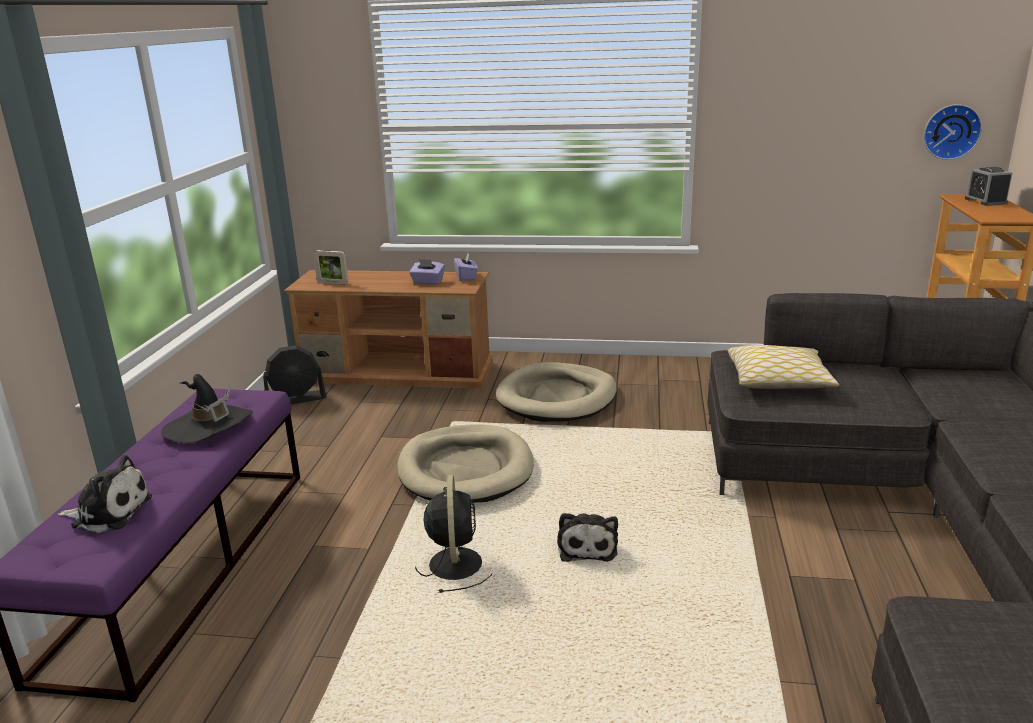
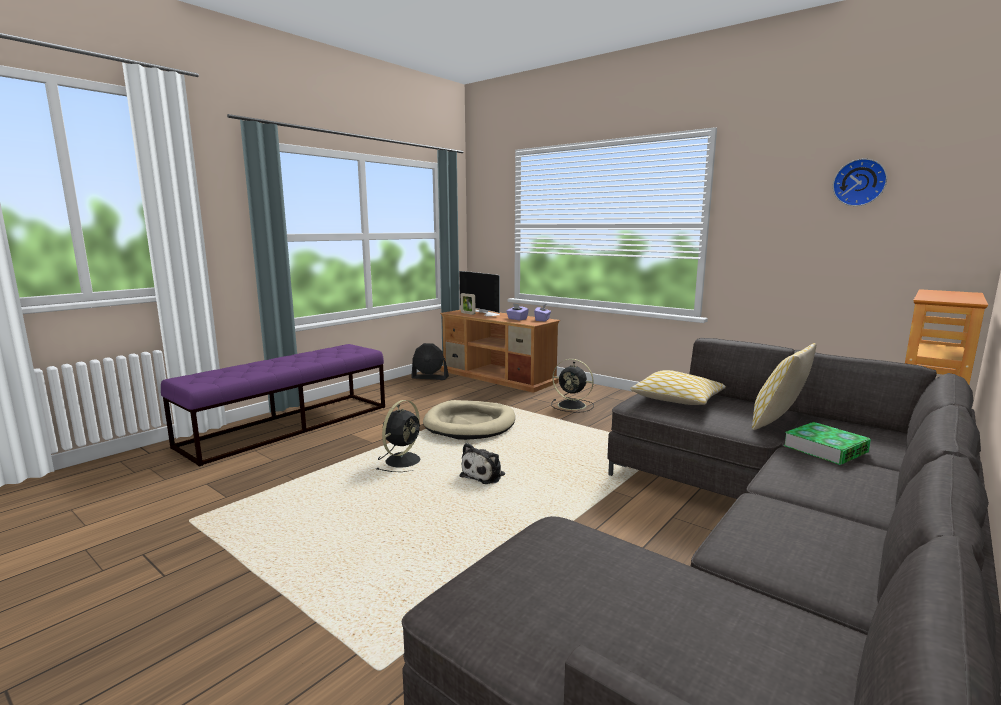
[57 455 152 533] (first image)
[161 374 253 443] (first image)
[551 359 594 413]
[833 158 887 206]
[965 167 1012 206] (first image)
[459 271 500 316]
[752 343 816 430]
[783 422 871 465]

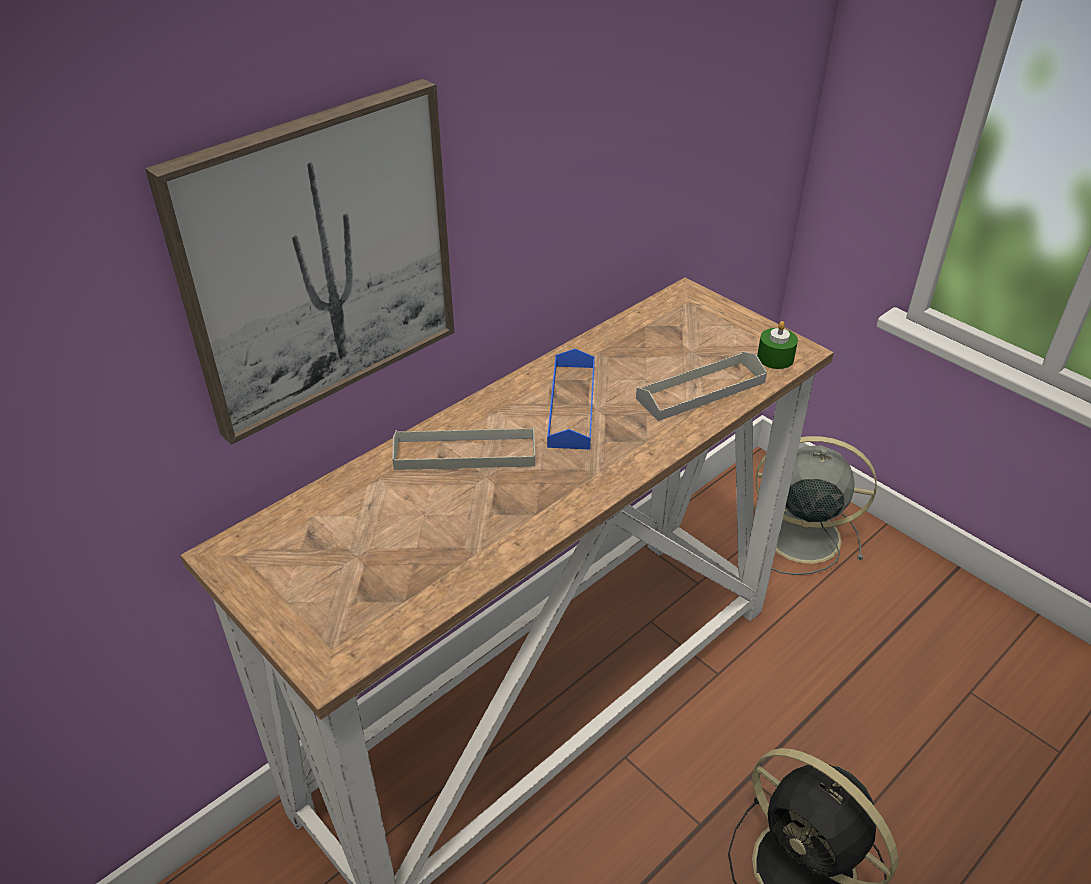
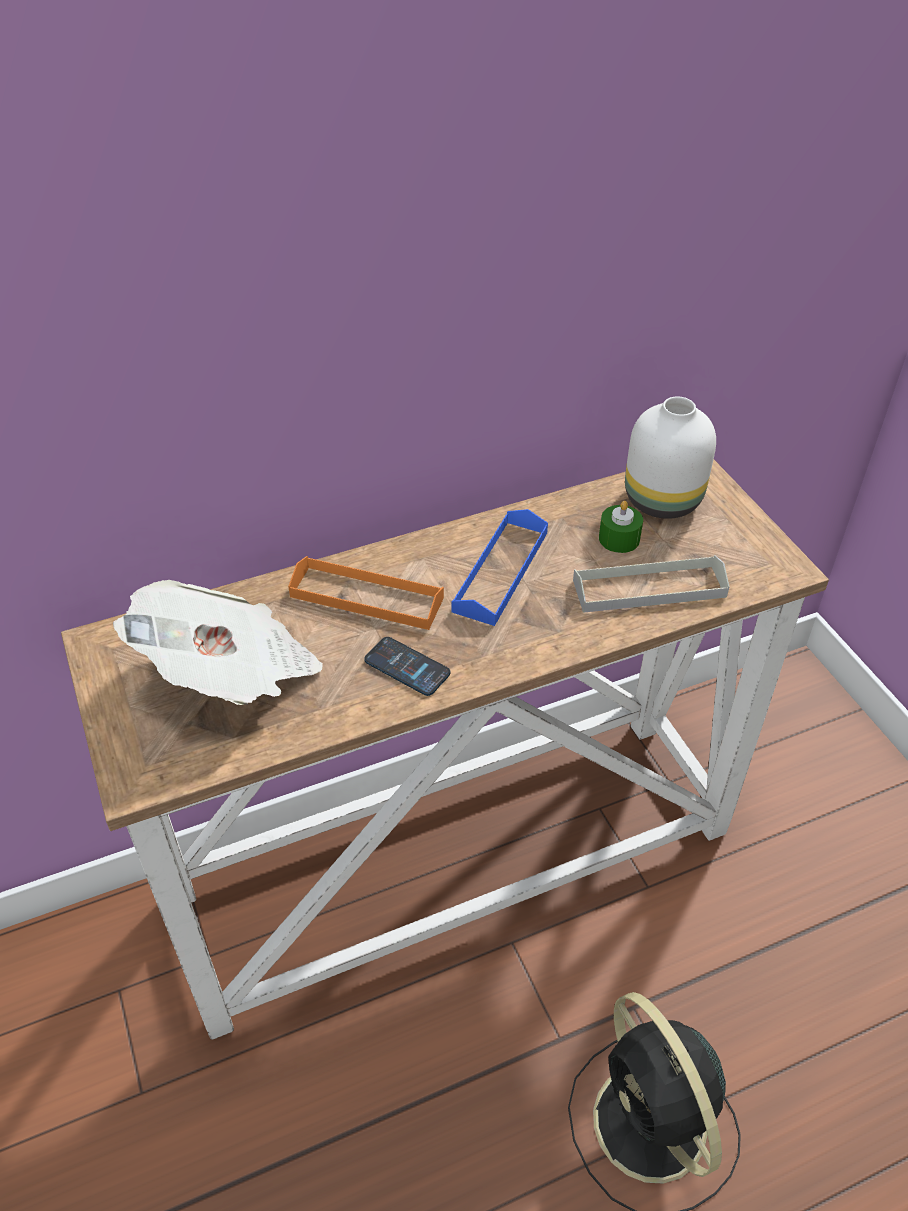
[145 79 454 445] (first image)
[288 556 444 630]
[753 436 877 575] (first image)
[599 501 643 553]
[113 580 323 705]
[364 637 450 696]
[625 397 716 519]

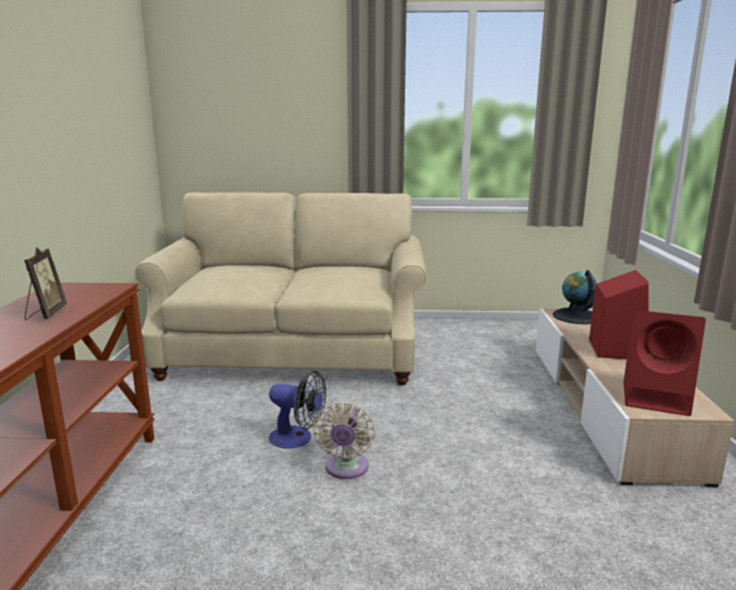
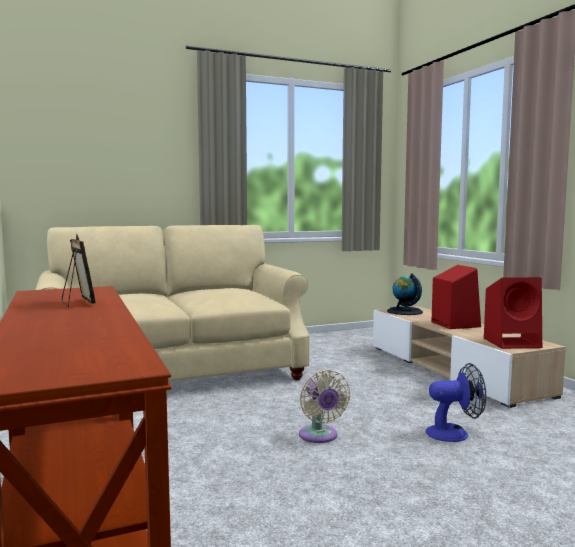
[426 363 486 442]

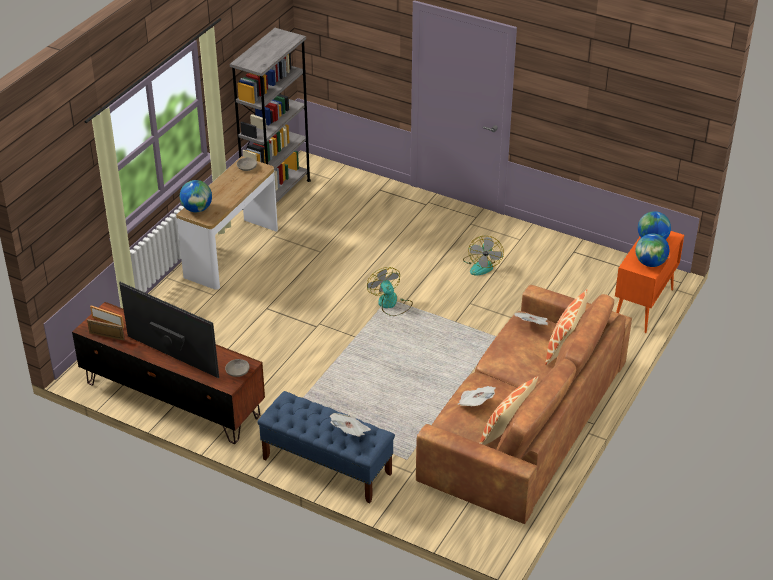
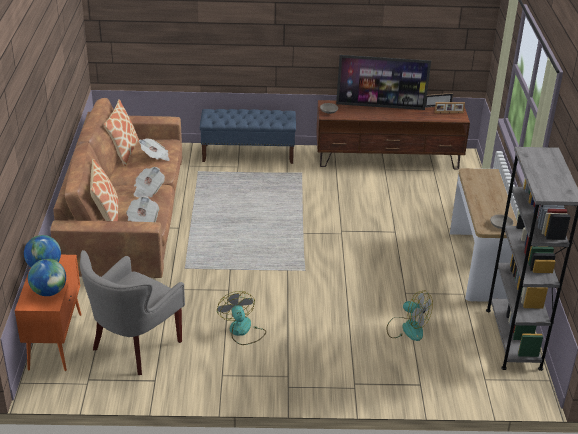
[180 180 212 212] (first image)
[134 167 165 198]
[387 290 433 341]
[80 250 185 375]

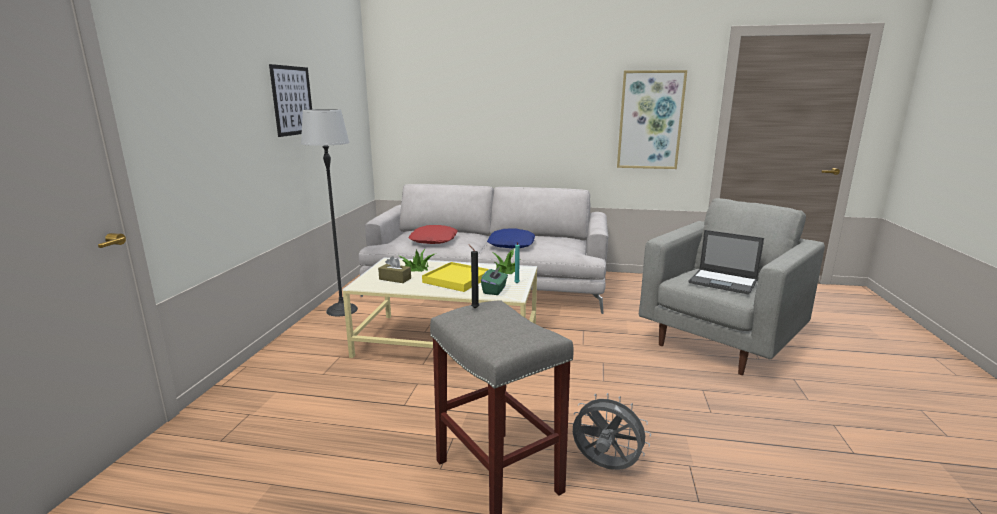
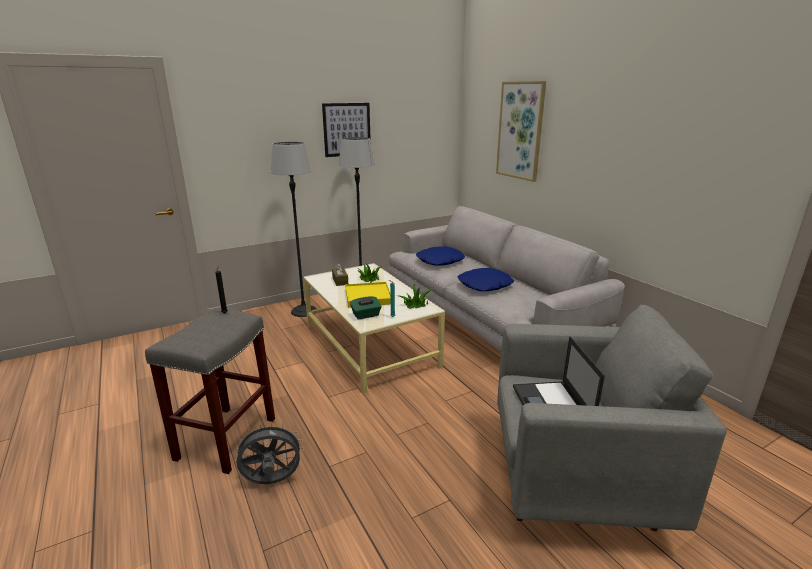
[416 246 465 266]
[233 422 304 484]
[496 81 546 182]
[271 142 316 317]

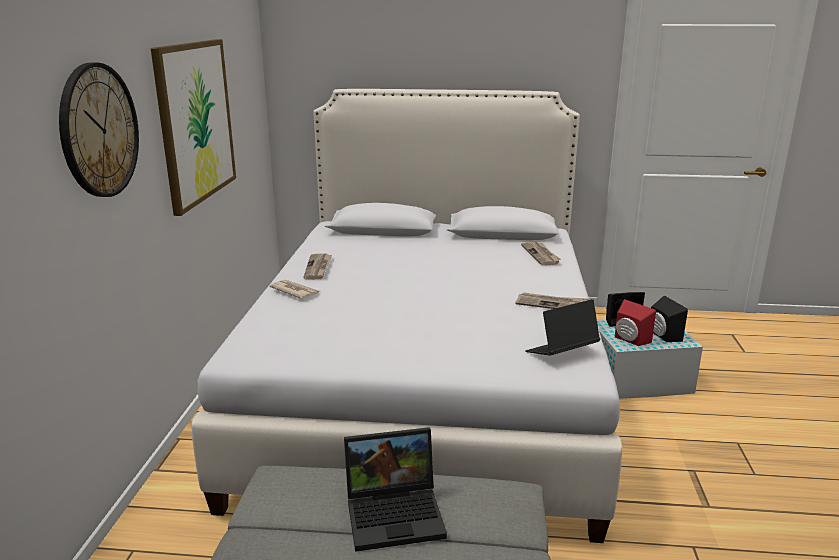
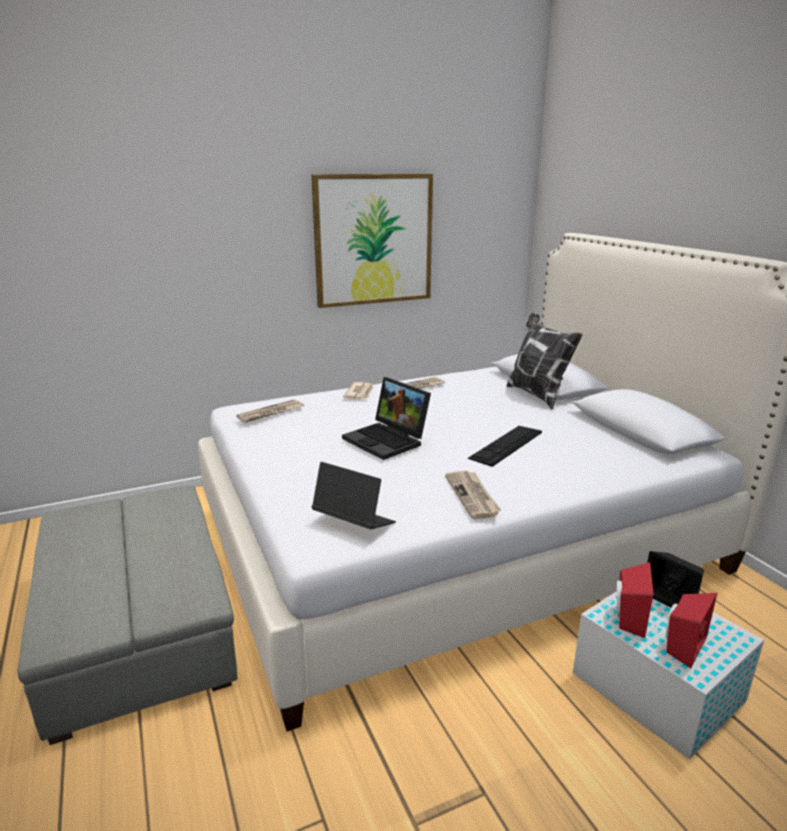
[59 63 139 197] (first image)
[342 377 431 460]
[236 399 304 423]
[666 593 717 668]
[468 426 542 467]
[507 313 583 410]

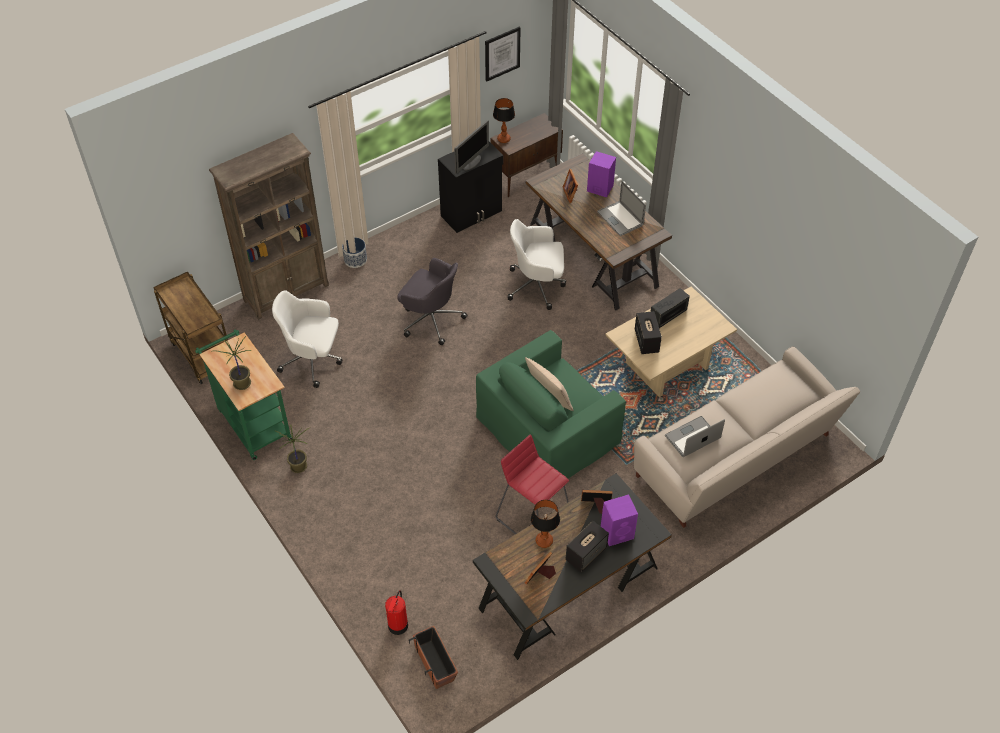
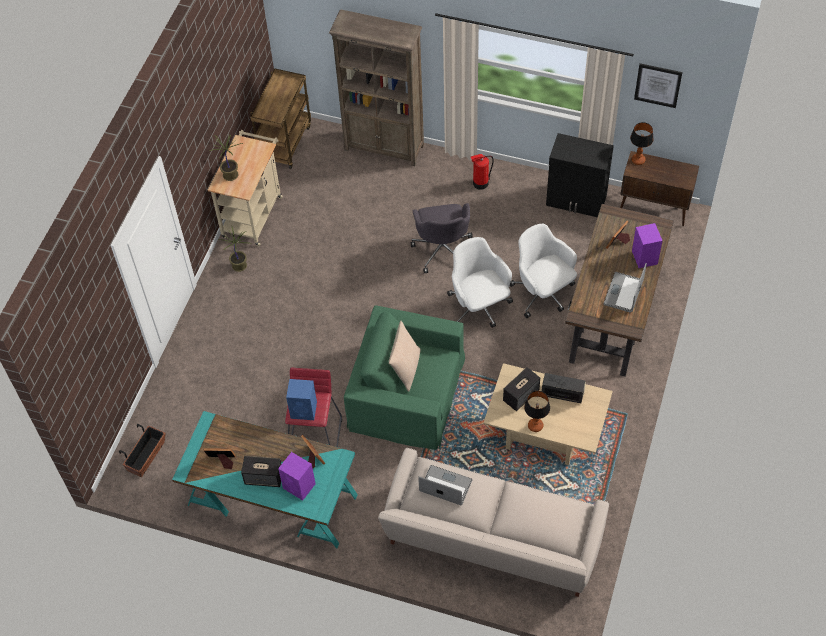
[208 130 283 246]
[447 237 513 328]
[342 237 367 268] (first image)
[471 154 494 190]
[454 120 489 174] (first image)
[172 411 358 548]
[524 391 550 432]
[286 379 317 420]

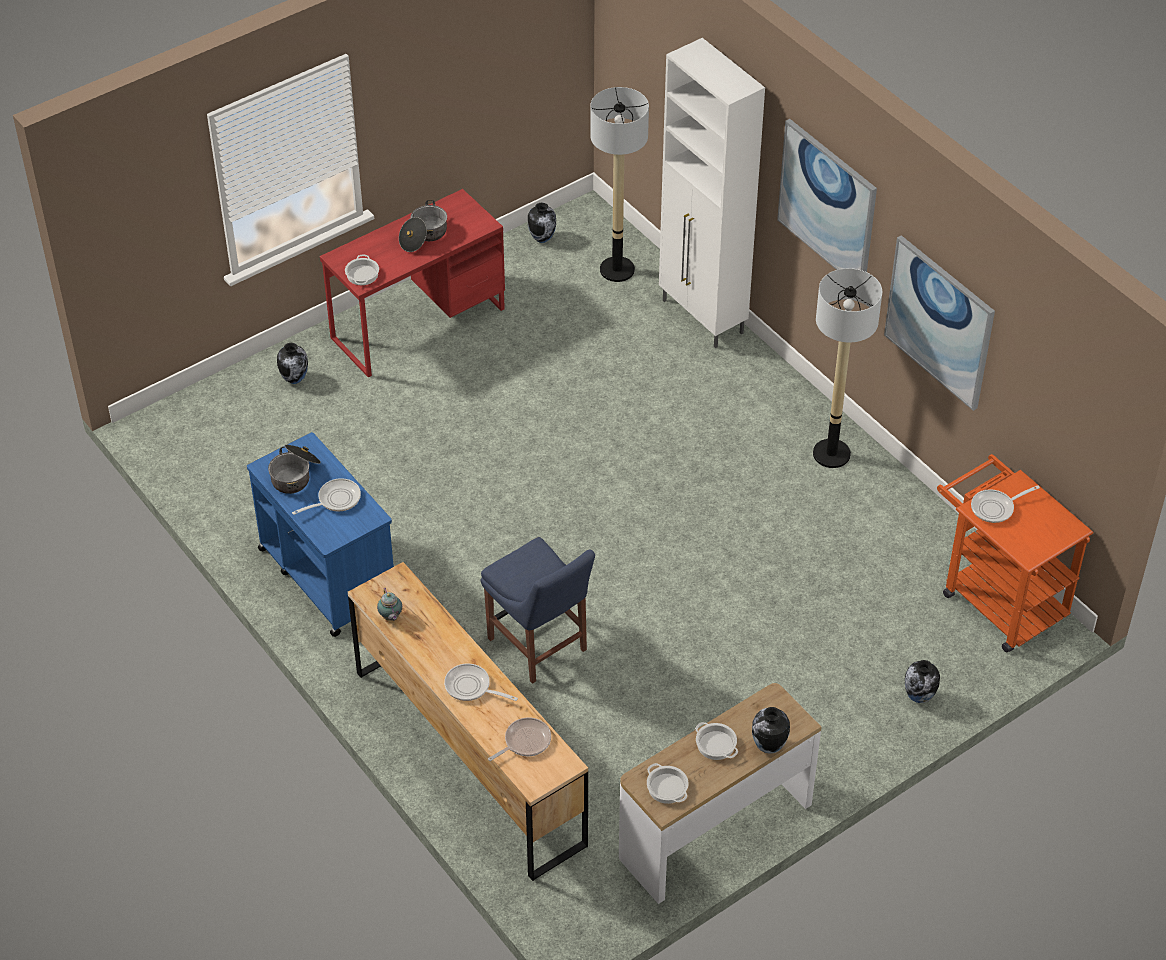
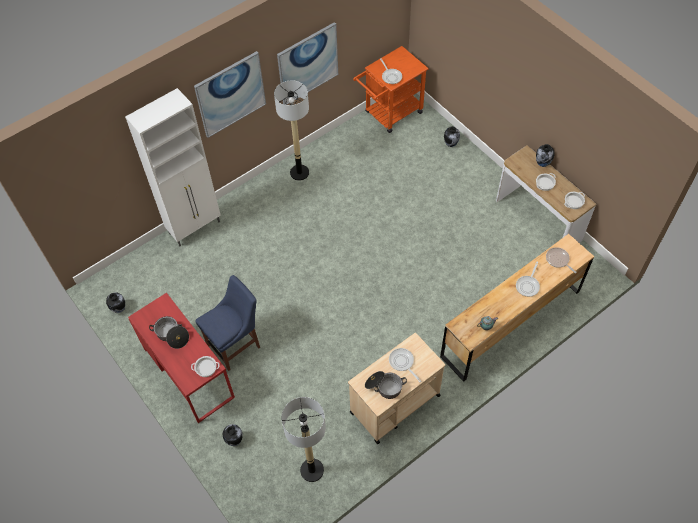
[348 333 445 444]
[195 275 260 371]
[281 397 326 482]

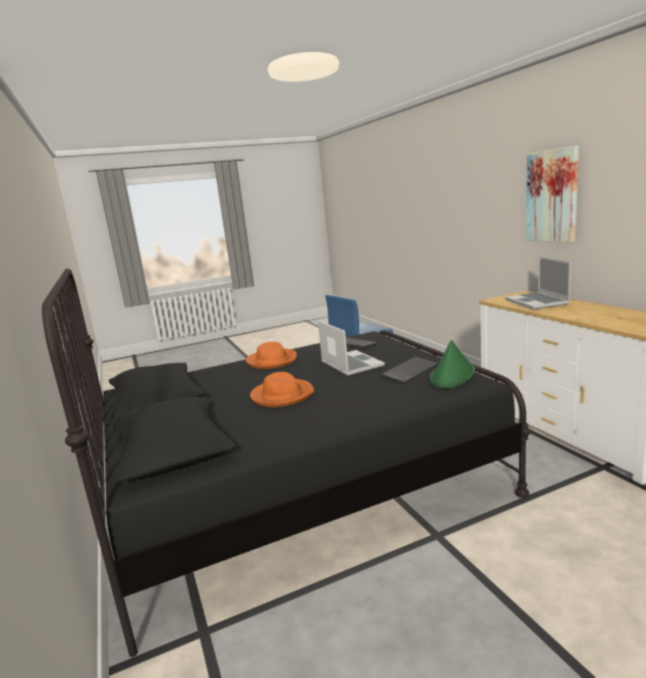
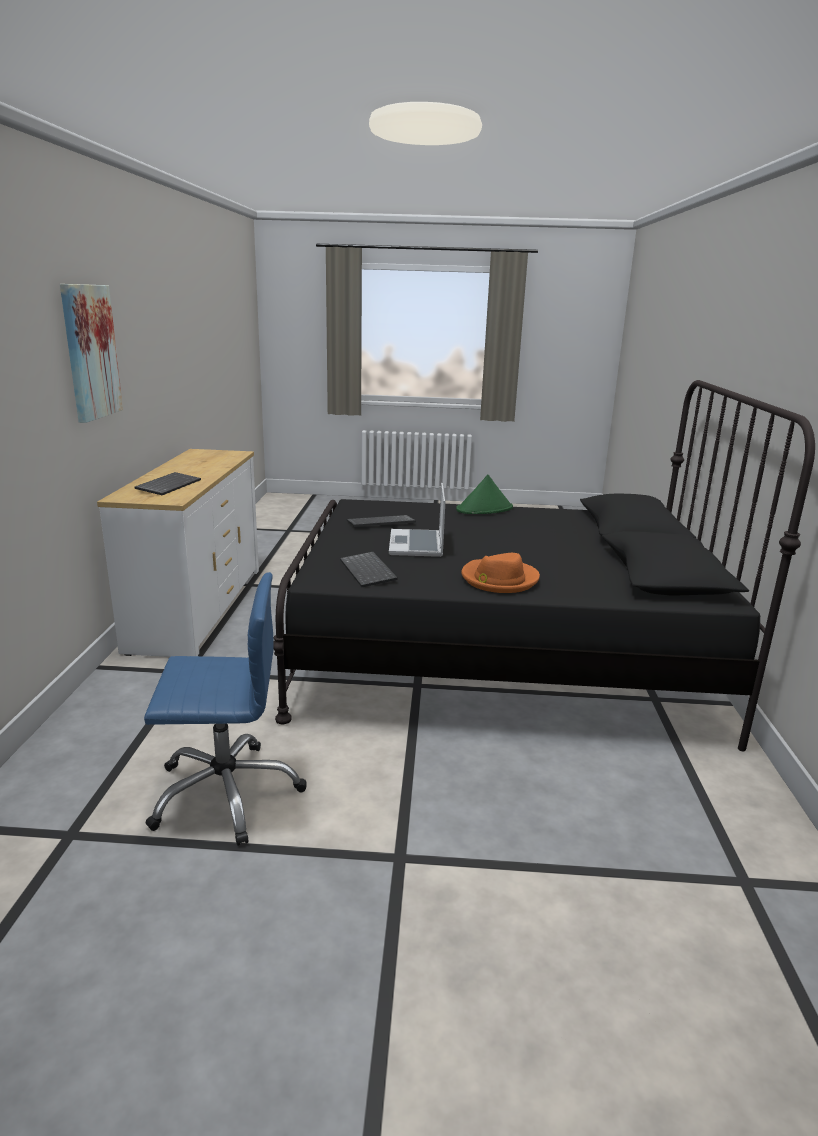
[250 372 314 407] (first image)
[456 475 513 514]
[134 472 201 495]

